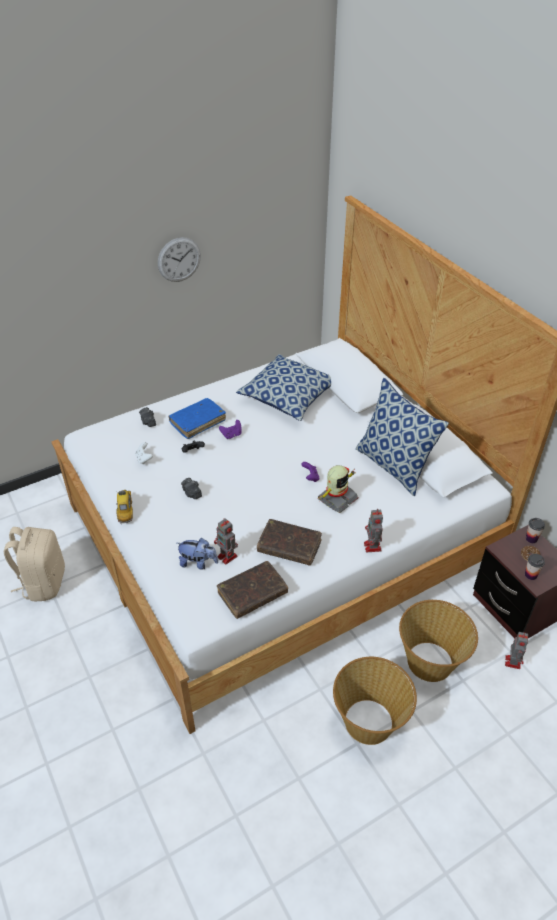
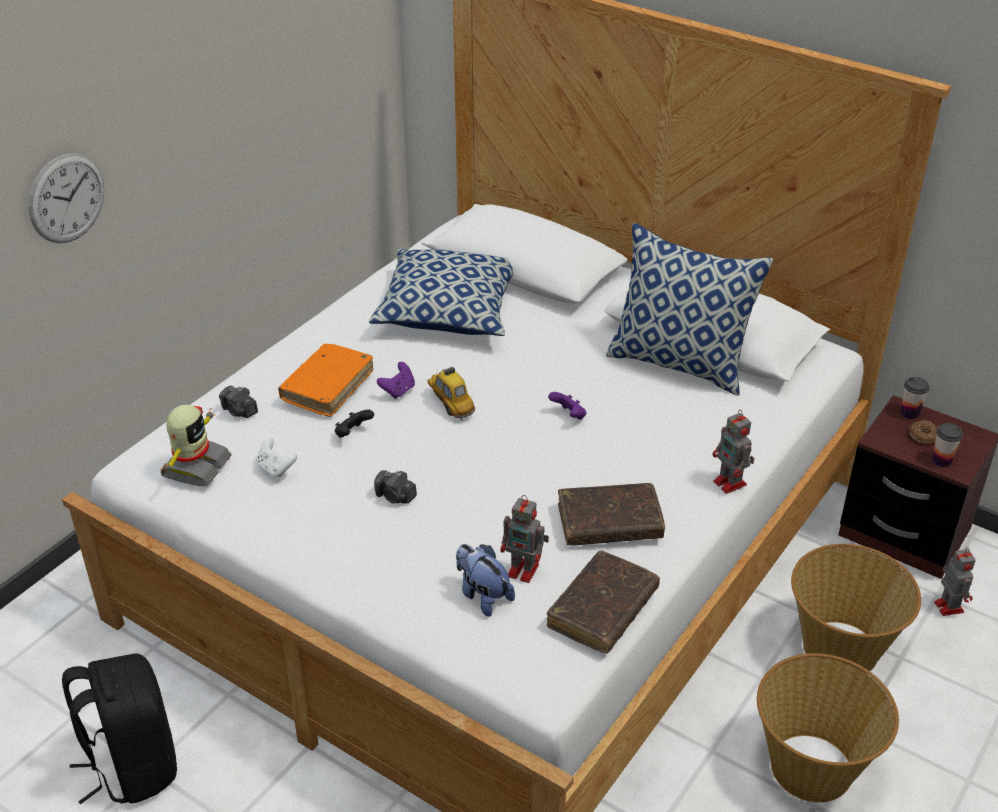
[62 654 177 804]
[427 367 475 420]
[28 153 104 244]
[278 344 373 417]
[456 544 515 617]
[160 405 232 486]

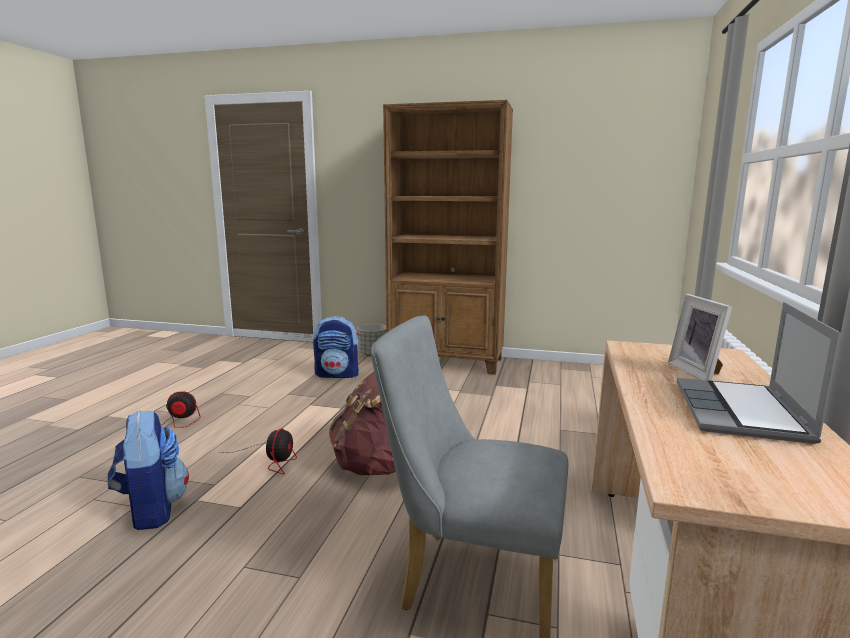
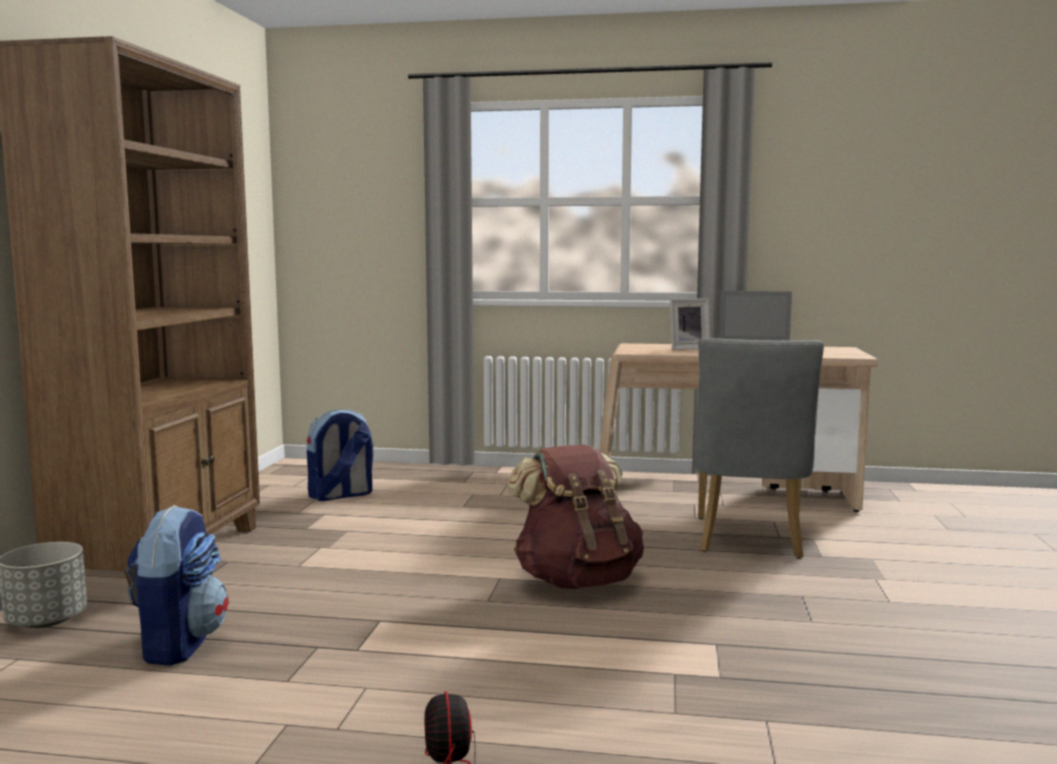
[307 409 373 501]
[224 428 297 475] (first image)

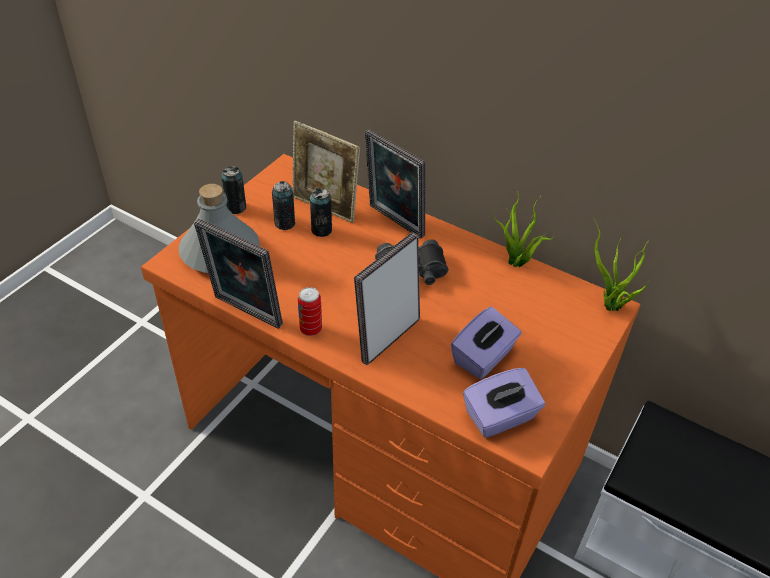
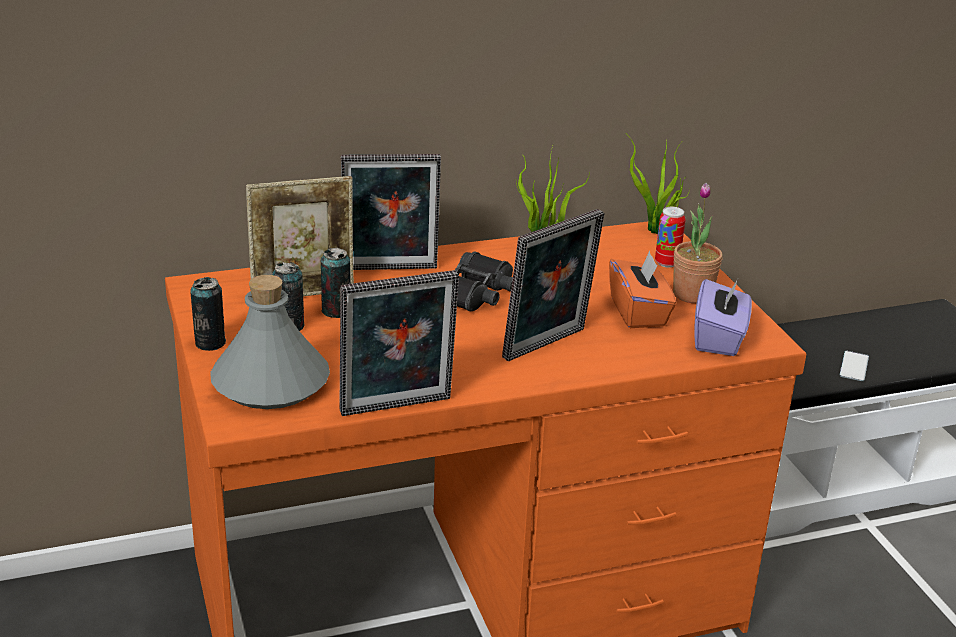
[655 207 686 268]
[502 209 604 361]
[609 251 677 328]
[673 183 723 303]
[839 351 869 381]

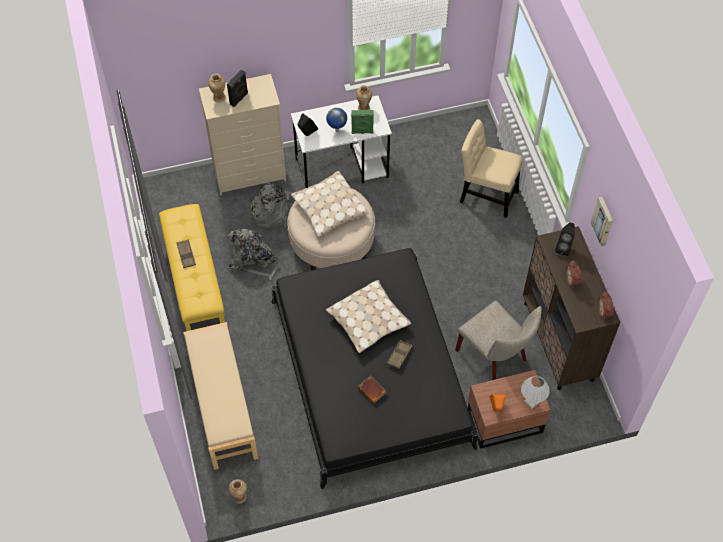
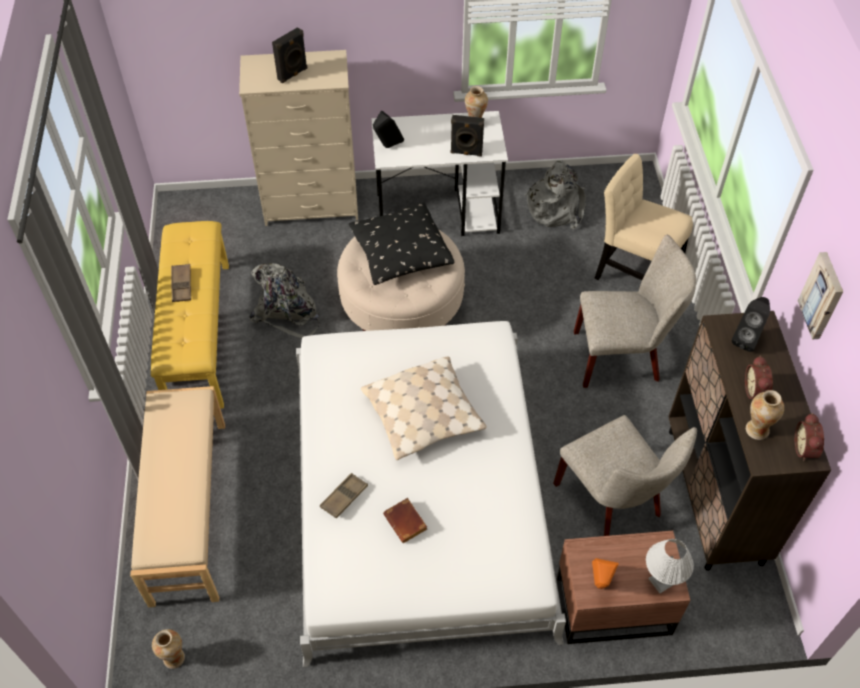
[746 390 784 440]
[524 160 586 229]
[296 321 566 667]
[349 202 455 285]
[326 108 347 132] (first image)
[450 115 484 157]
[320 473 368 519]
[574 235 696 388]

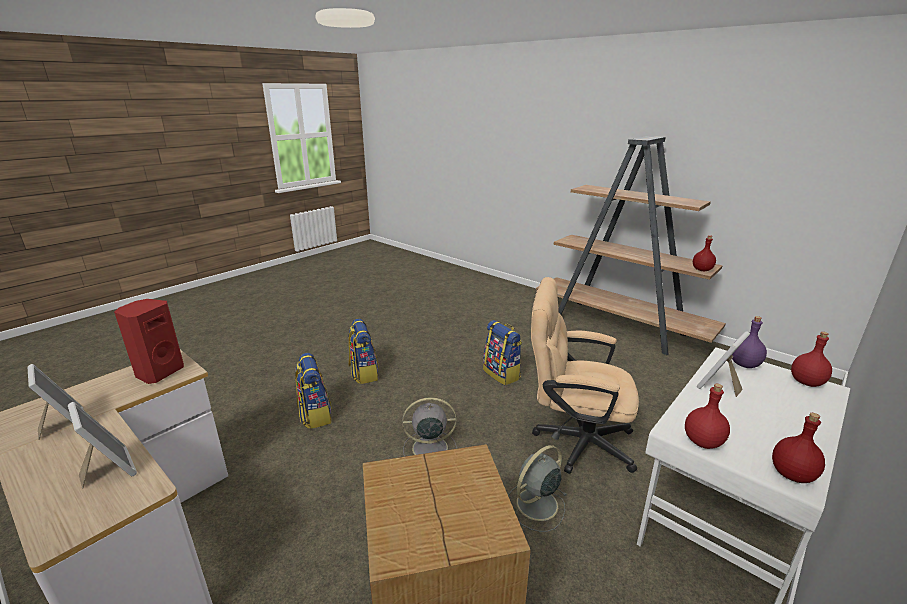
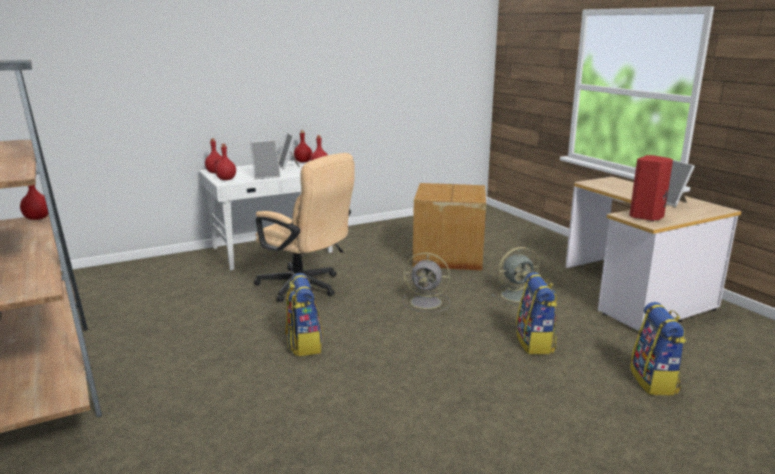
[278 132 300 170]
[630 302 686 395]
[491 247 539 305]
[215 144 236 180]

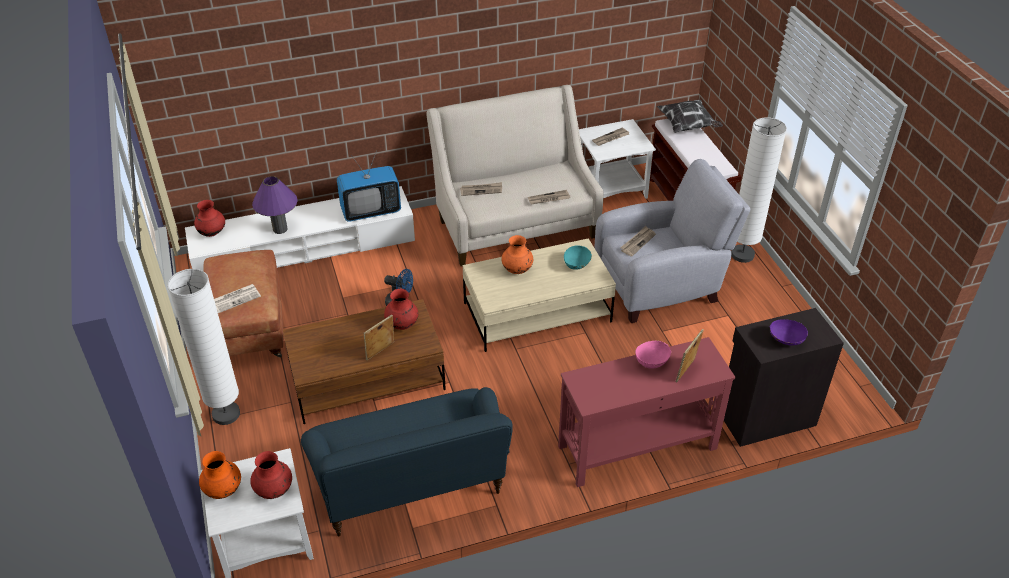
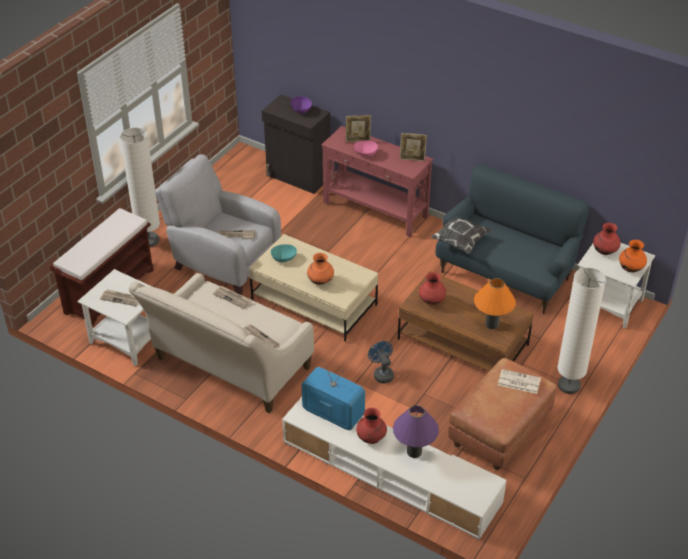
[356 408 387 444]
[400 133 427 161]
[431 217 492 254]
[474 278 516 329]

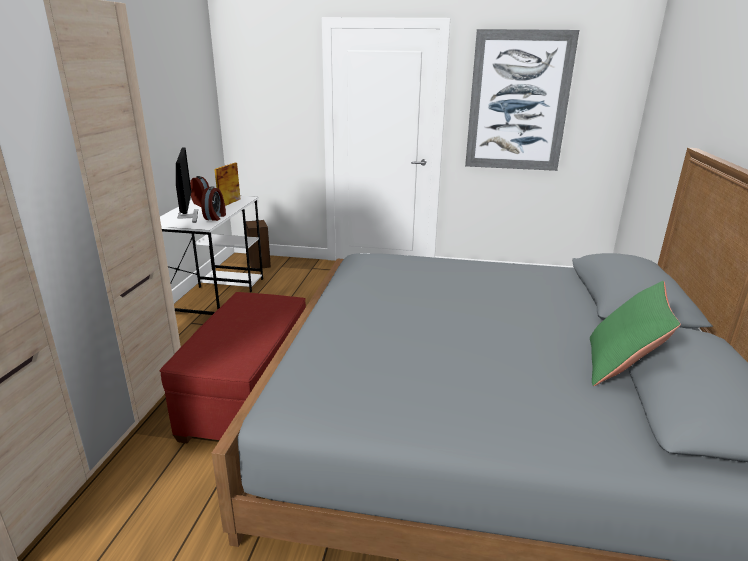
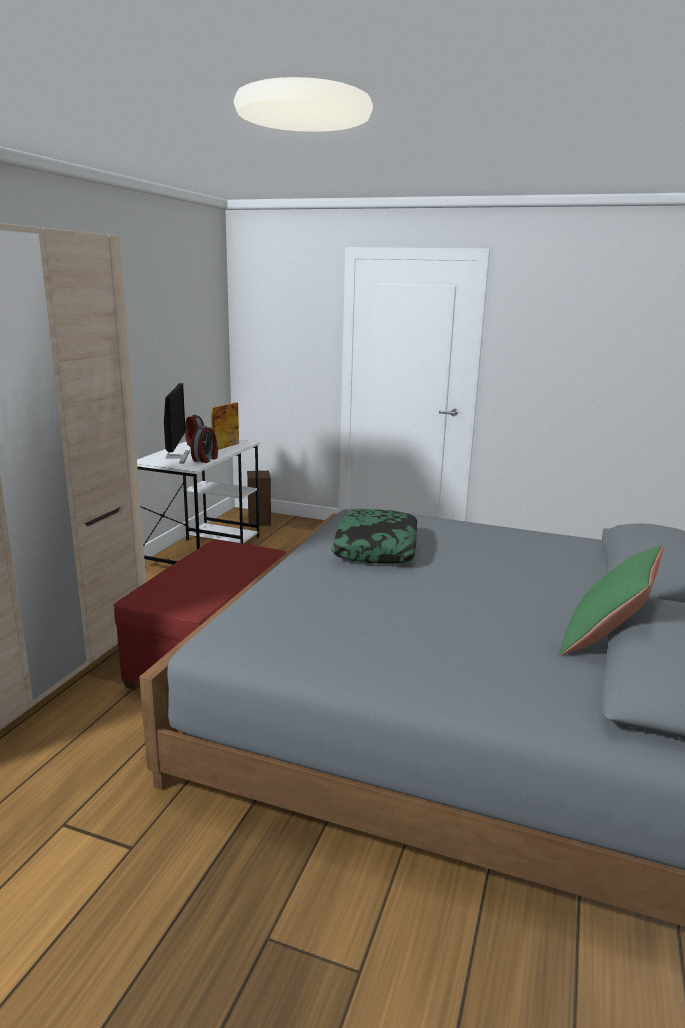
[465 29 579 171] (first image)
[331 509 417 564]

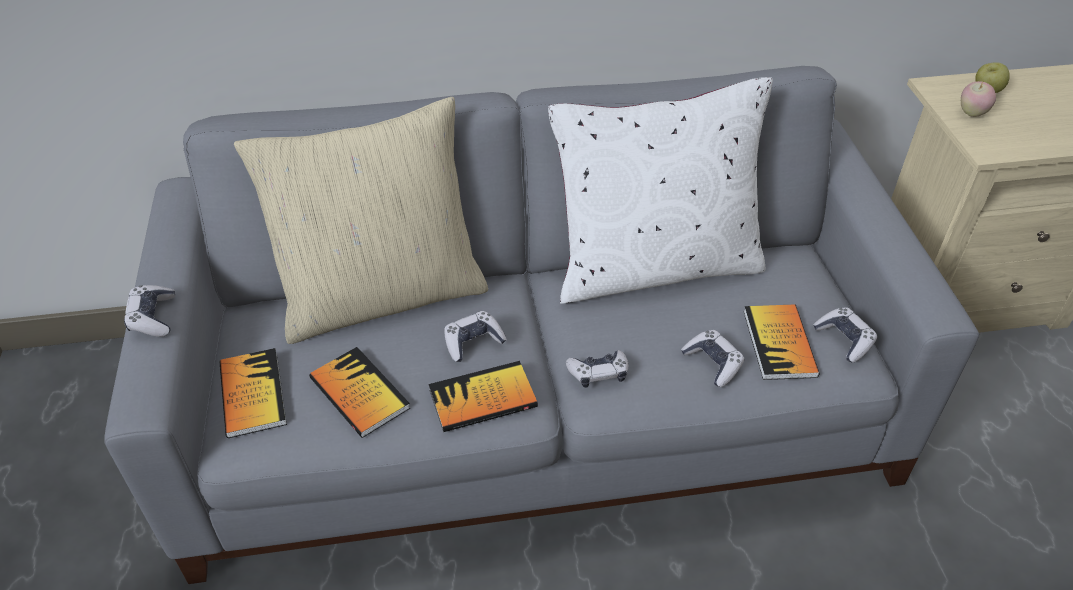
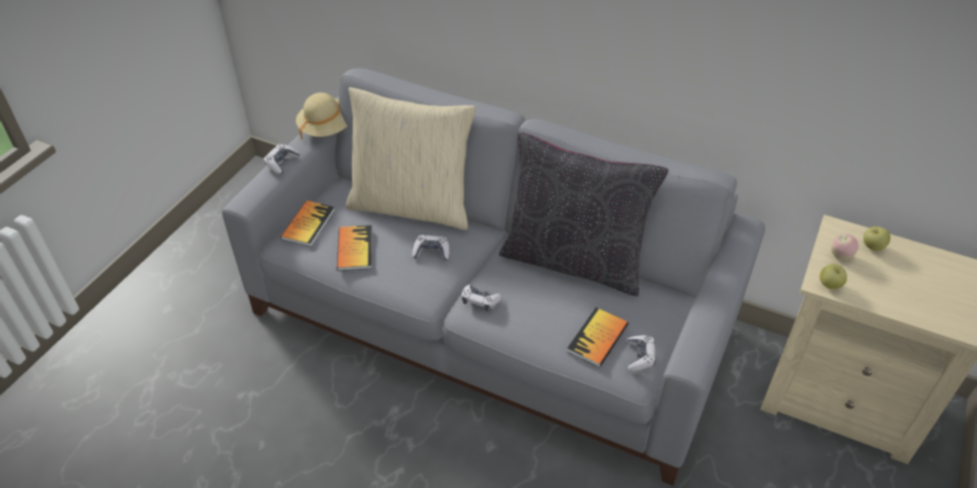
[428 361 538 432] (first image)
[499 132 669 296]
[681 330 745 387] (first image)
[296 92 347 140]
[820 264 847 289]

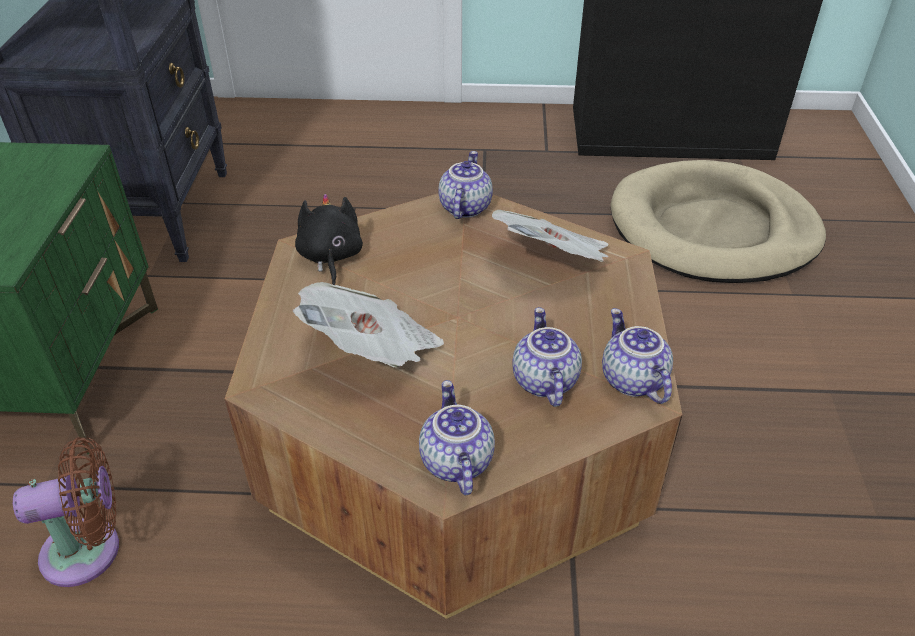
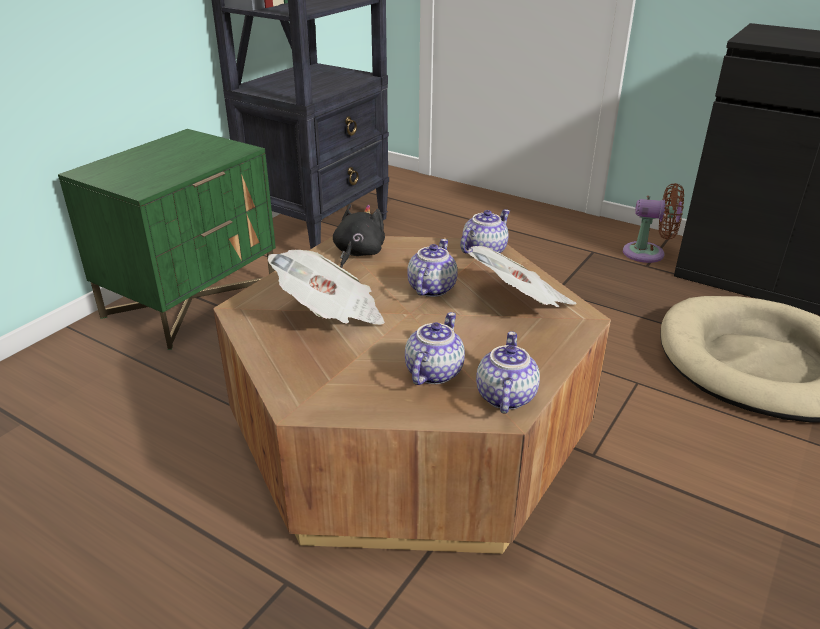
[623 183 684 263]
[407 239 458 297]

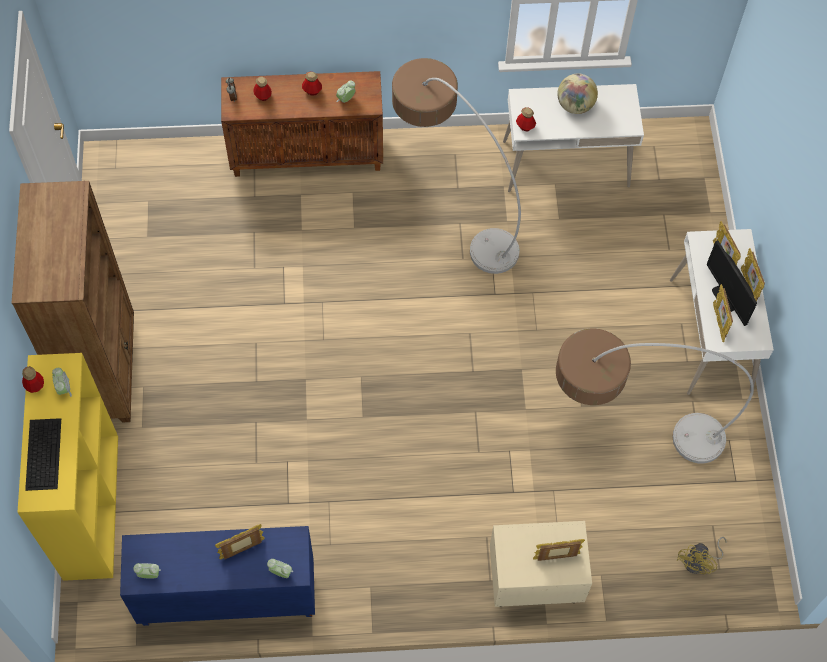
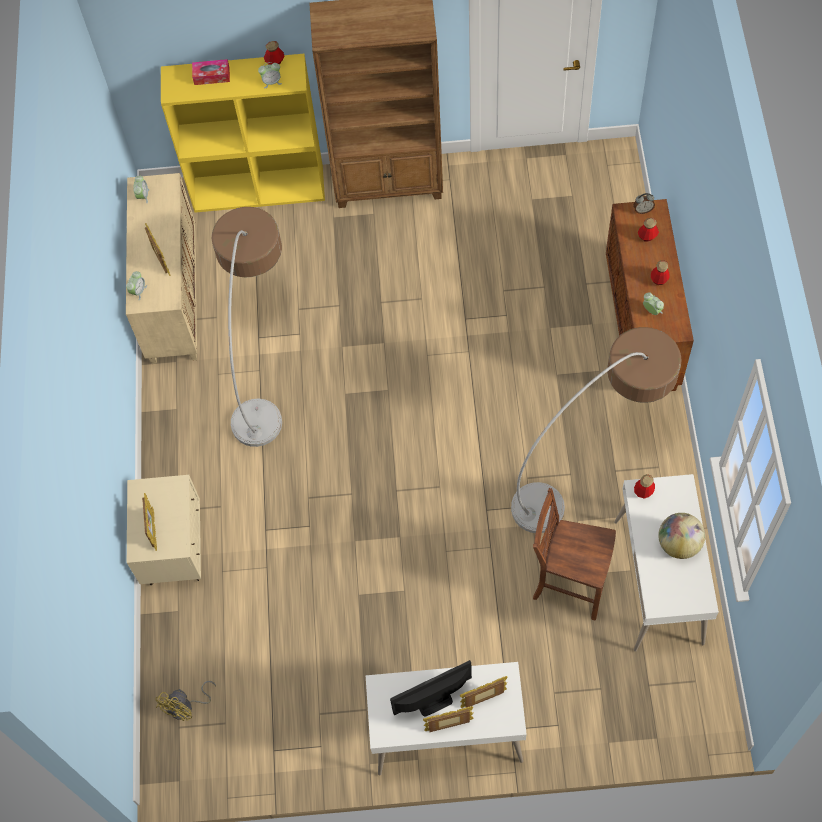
[192 59 230 85]
[126 173 197 364]
[212 207 282 447]
[156 681 216 721]
[713 284 733 342] (first image)
[533 488 616 621]

